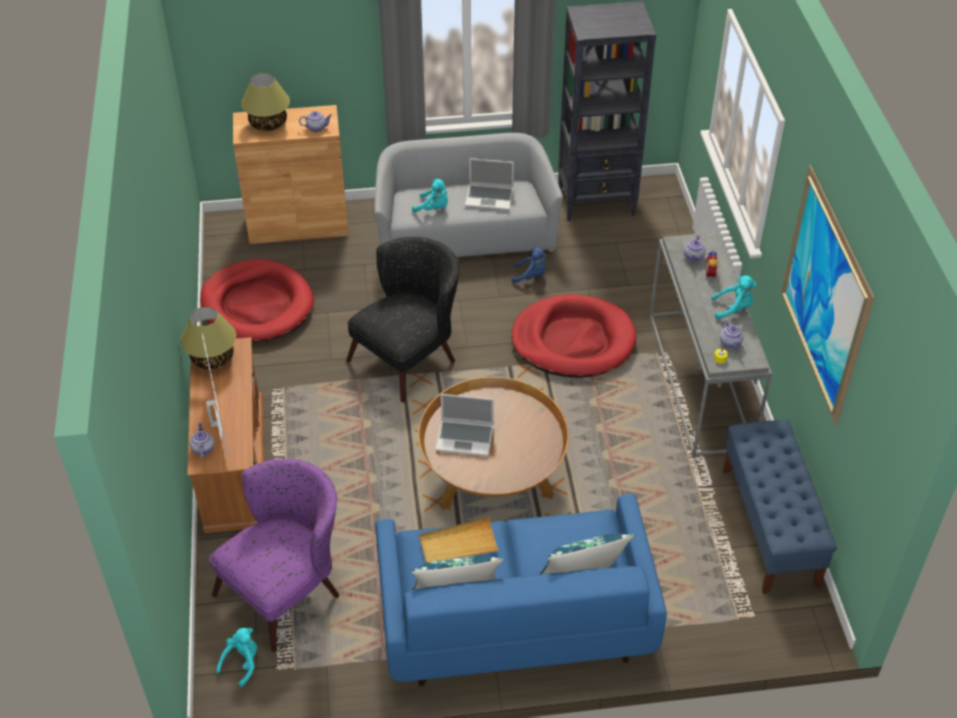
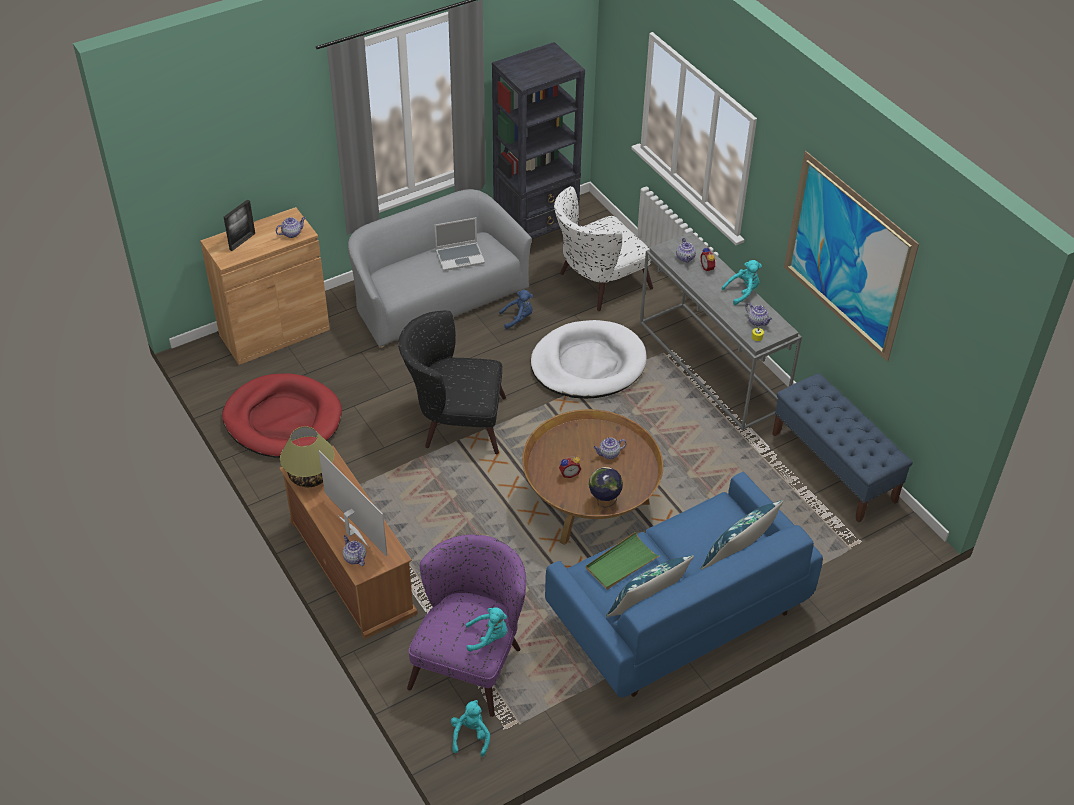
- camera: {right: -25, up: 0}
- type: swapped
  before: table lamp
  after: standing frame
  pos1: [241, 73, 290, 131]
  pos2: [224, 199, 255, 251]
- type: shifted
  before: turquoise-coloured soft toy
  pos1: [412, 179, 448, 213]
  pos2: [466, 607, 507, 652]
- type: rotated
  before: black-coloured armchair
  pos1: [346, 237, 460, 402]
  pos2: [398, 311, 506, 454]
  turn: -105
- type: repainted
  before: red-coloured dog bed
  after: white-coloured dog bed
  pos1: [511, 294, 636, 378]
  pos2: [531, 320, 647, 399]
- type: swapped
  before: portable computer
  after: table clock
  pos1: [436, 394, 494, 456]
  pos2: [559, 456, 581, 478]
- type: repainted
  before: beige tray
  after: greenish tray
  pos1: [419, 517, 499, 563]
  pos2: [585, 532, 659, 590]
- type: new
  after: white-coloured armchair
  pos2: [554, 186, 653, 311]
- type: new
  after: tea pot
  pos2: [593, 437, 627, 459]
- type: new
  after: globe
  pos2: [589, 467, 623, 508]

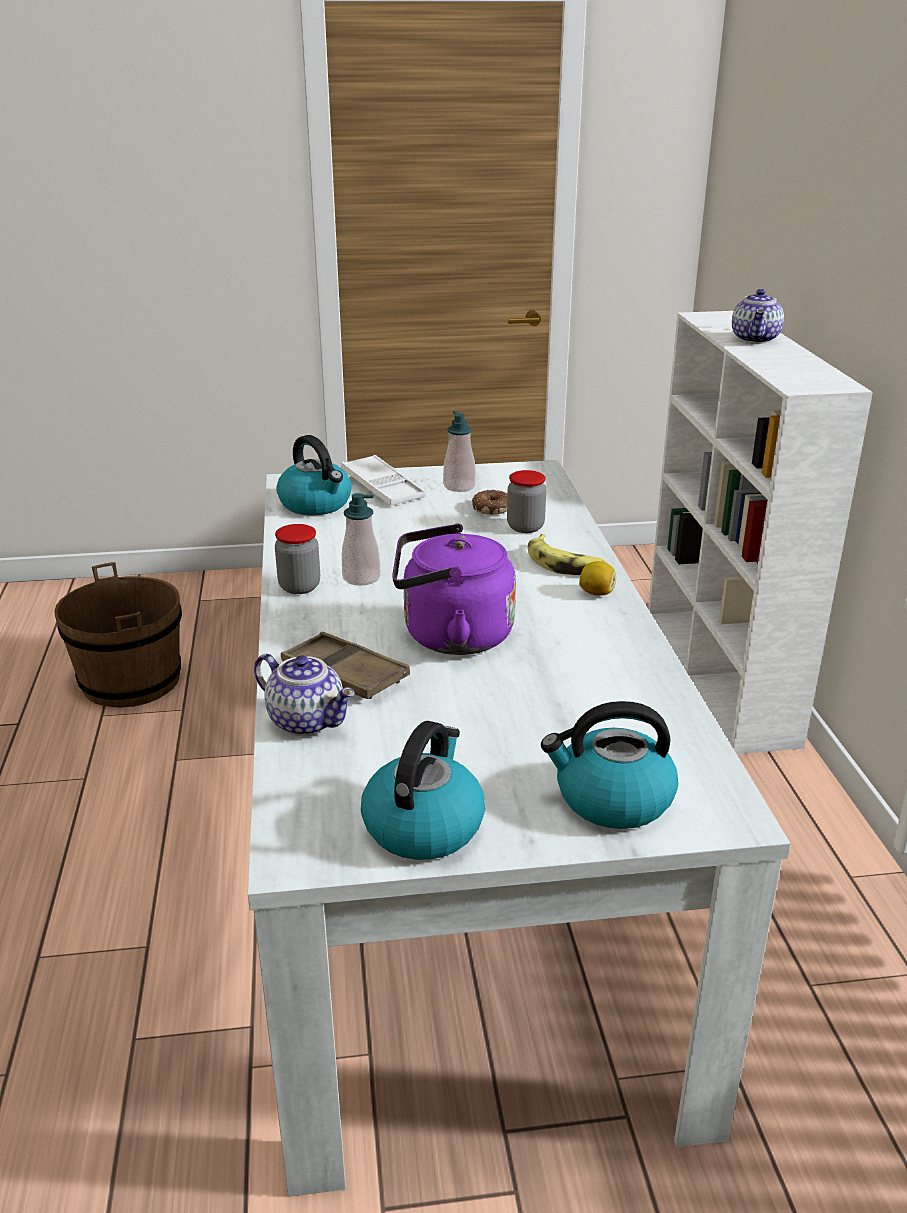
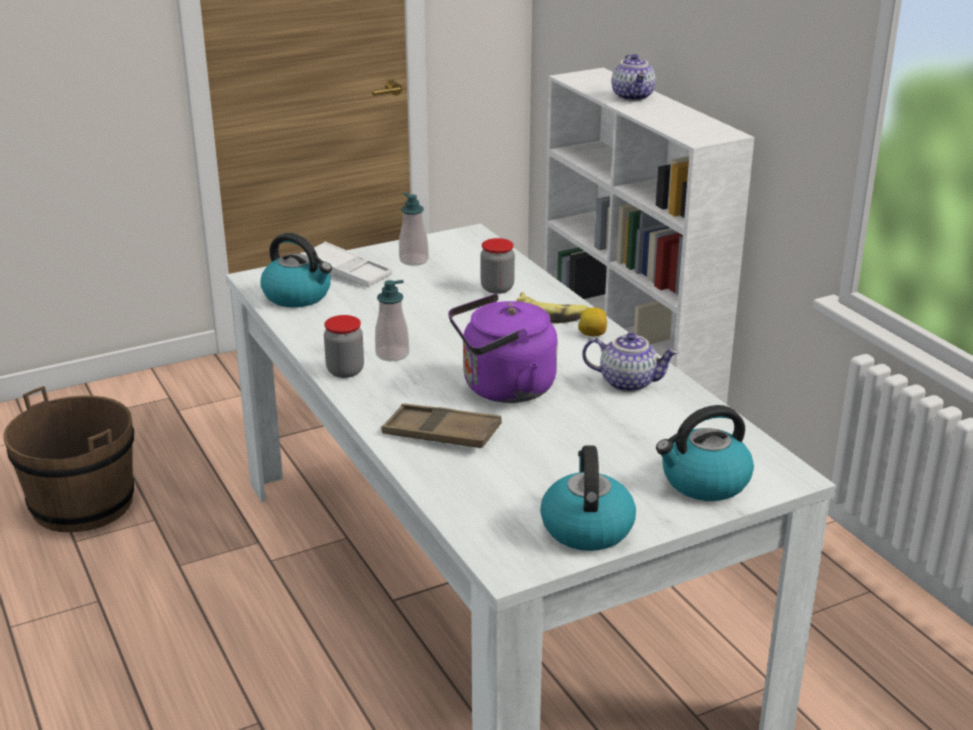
- camera: {right: -20, up: 0}
- type: gone
  before: ring doughnut
  pos1: [472, 490, 508, 515]
- type: shifted
  before: tea pot
  pos1: [254, 654, 355, 736]
  pos2: [582, 332, 679, 392]

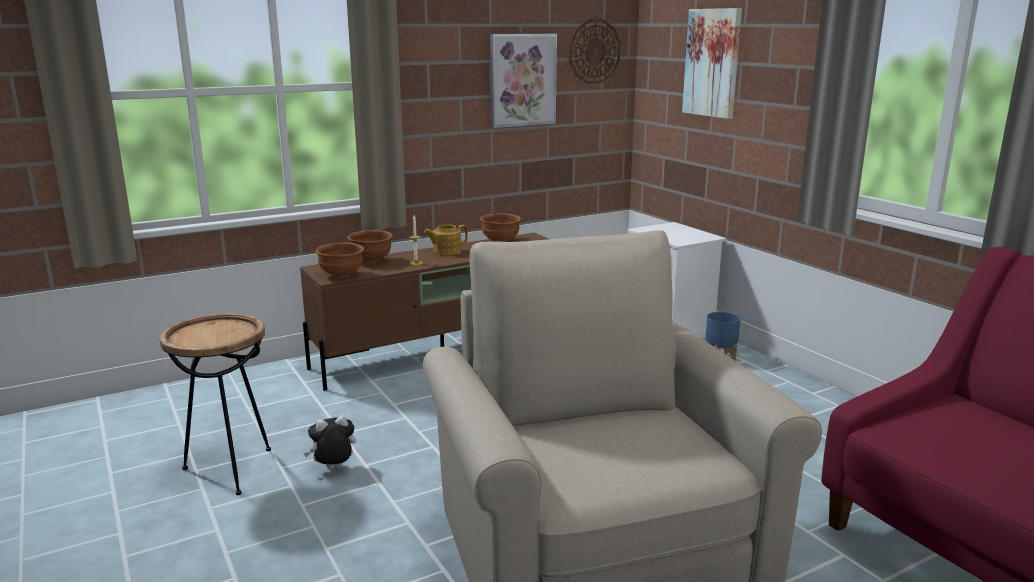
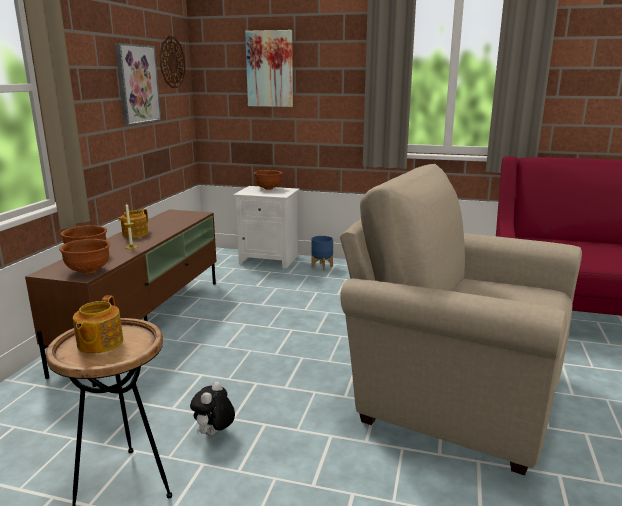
- camera: {right: -45, up: 0}
- type: shifted
  before: brownish deep dish
  pos1: [480, 213, 521, 242]
  pos2: [254, 170, 282, 190]
- type: new
  after: tea pot
  pos2: [73, 295, 123, 354]

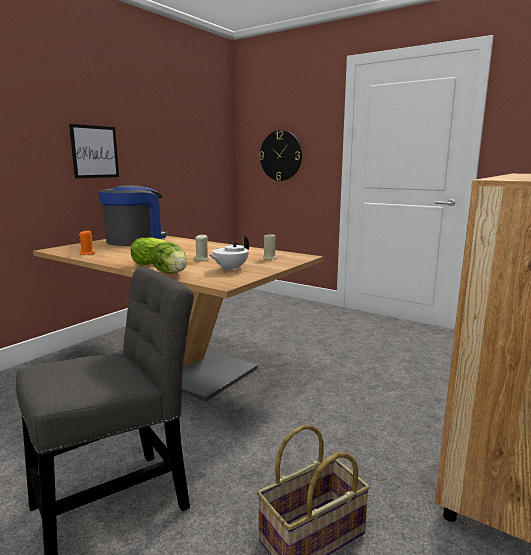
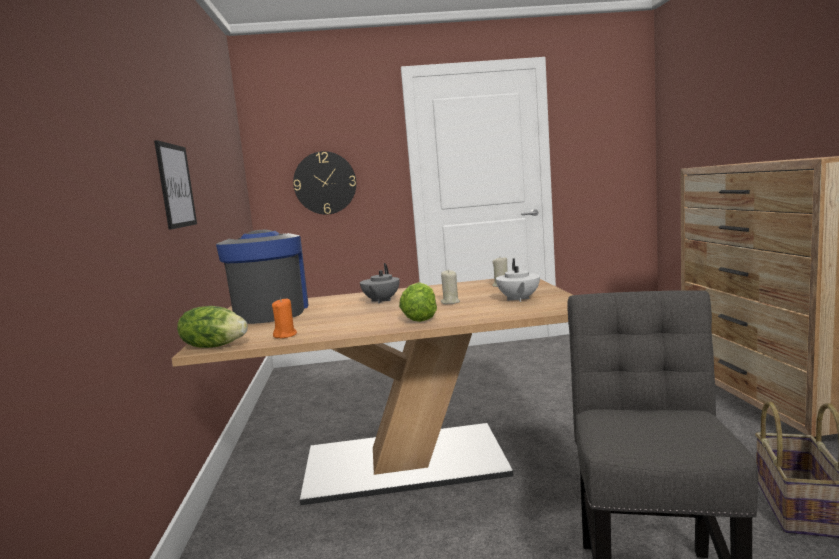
- camera: {right: -40, up: -5}
- type: shifted
  before: head of lettuce
  pos1: [151, 242, 187, 274]
  pos2: [177, 306, 248, 348]
- type: new
  after: greyish tea pot
  pos2: [360, 263, 400, 304]

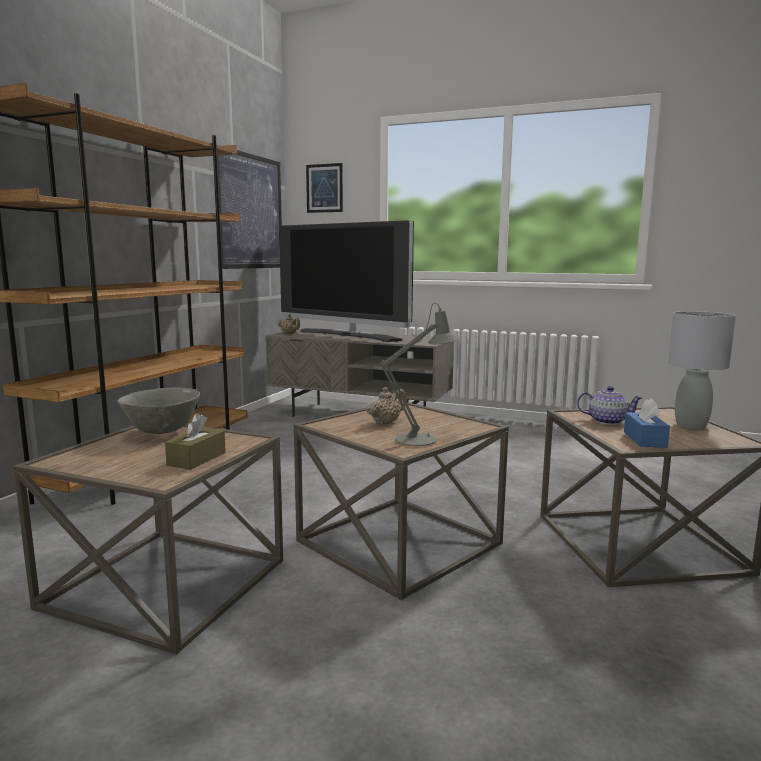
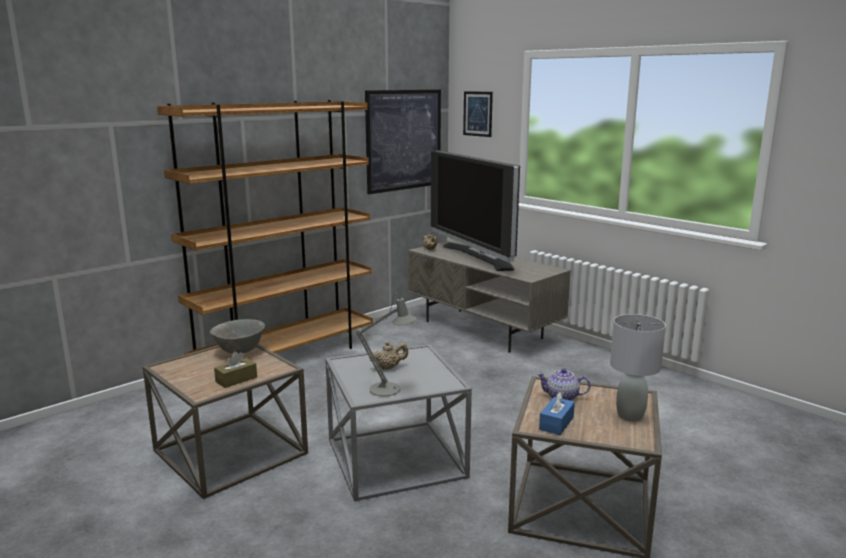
- camera: {right: 25, up: 5}
- type: rotated
  before: tea pot
  pos1: [577, 386, 643, 425]
  pos2: [537, 368, 590, 401]
  turn: 150
- type: repainted
  before: brownish side table
  after: greyish side table
  pos1: [294, 400, 509, 600]
  pos2: [325, 344, 472, 502]

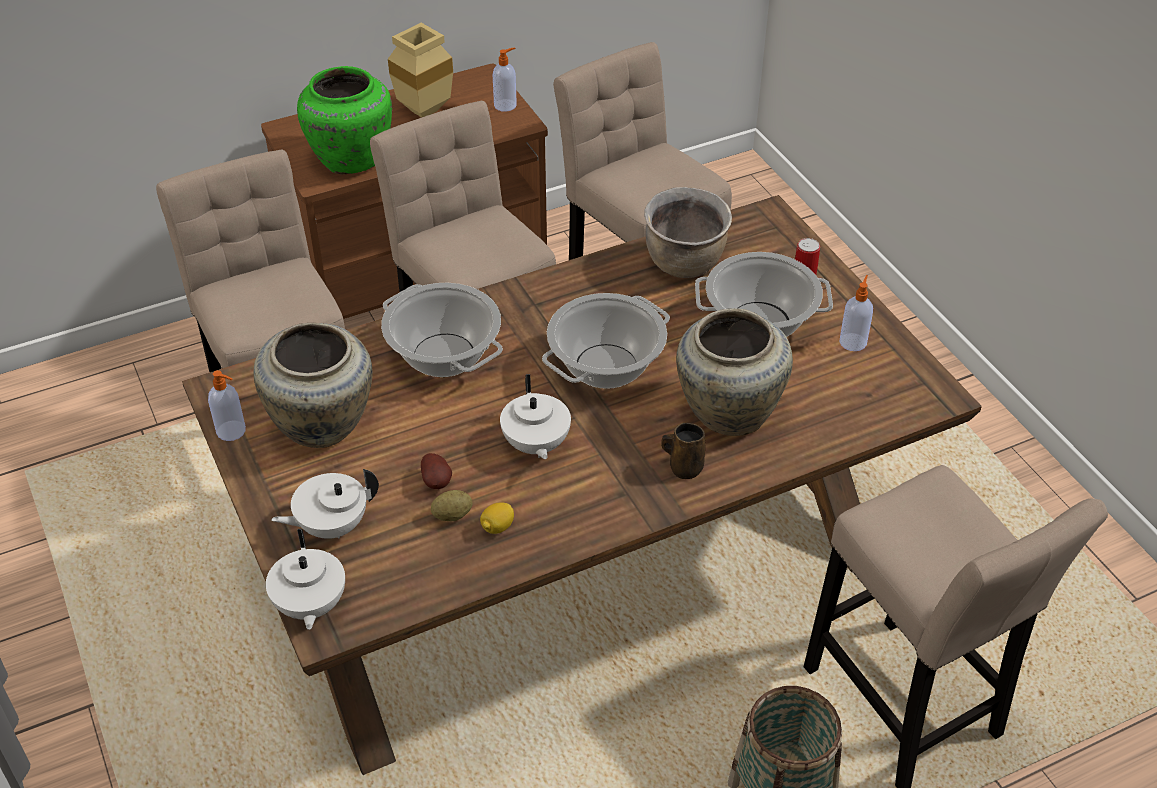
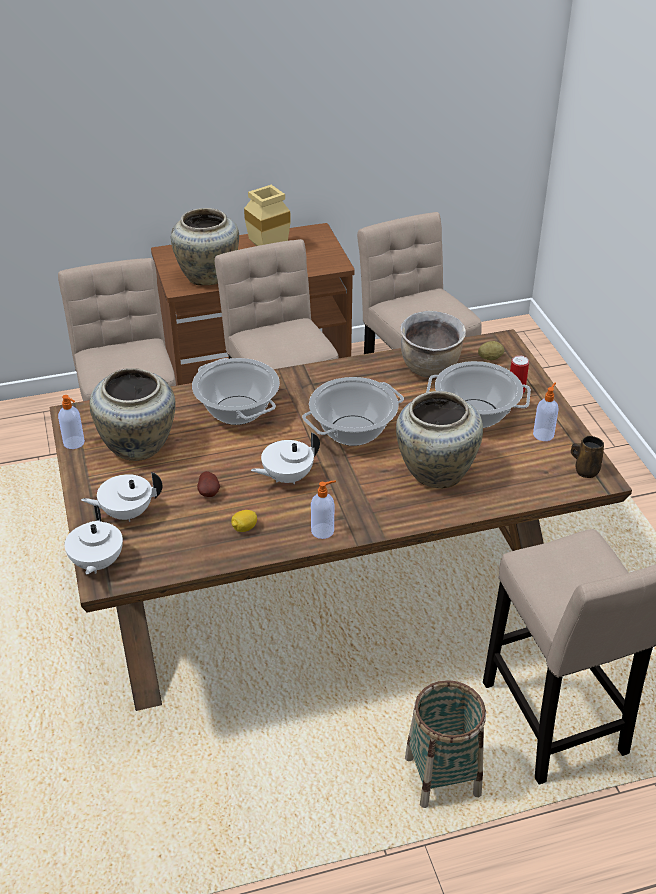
- camera: {right: 10, up: -5}
- type: shifted
  before: soap bottle
  pos1: [493, 47, 517, 112]
  pos2: [311, 480, 336, 539]
- type: repainted
  before: greenish decorative vase
  after: beige decorative vase
  pos1: [297, 66, 392, 175]
  pos2: [171, 208, 239, 286]
- type: rotated
  before: white-coloured tea pot
  pos1: [500, 374, 571, 459]
  pos2: [251, 432, 320, 484]
  turn: 60
- type: shifted
  before: brownish tea mug
  pos1: [661, 423, 705, 479]
  pos2: [571, 436, 604, 478]
- type: shifted
  before: spud
  pos1: [431, 490, 472, 521]
  pos2: [478, 341, 504, 360]

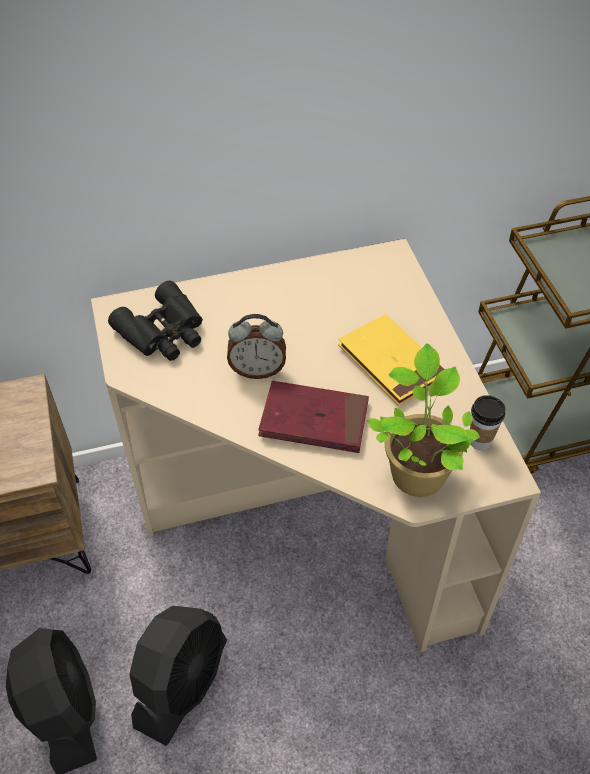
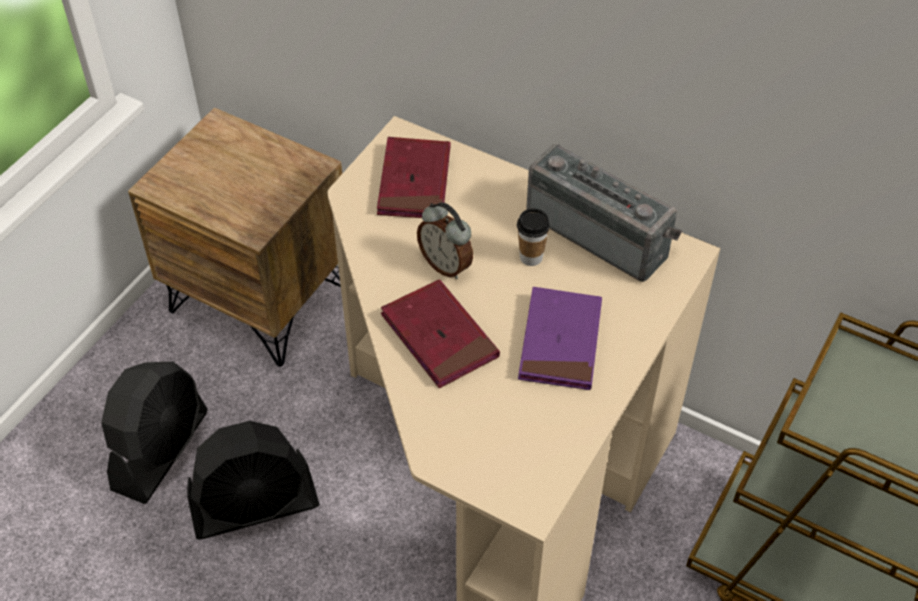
- camera: {right: 45, up: 0}
- type: swapped
  before: black-coloured field glasses
  after: red-coloured book
  pos1: [108, 281, 203, 361]
  pos2: [377, 137, 451, 218]
- type: repainted
  before: yellow-coloured book
  after: purple book
  pos1: [338, 314, 444, 406]
  pos2: [518, 287, 602, 390]
- type: gone
  before: houseplant
  pos1: [367, 343, 480, 497]
- type: shifted
  before: cup
  pos1: [470, 395, 505, 450]
  pos2: [517, 208, 550, 266]
- type: new
  after: radio receiver
  pos2: [526, 144, 682, 282]

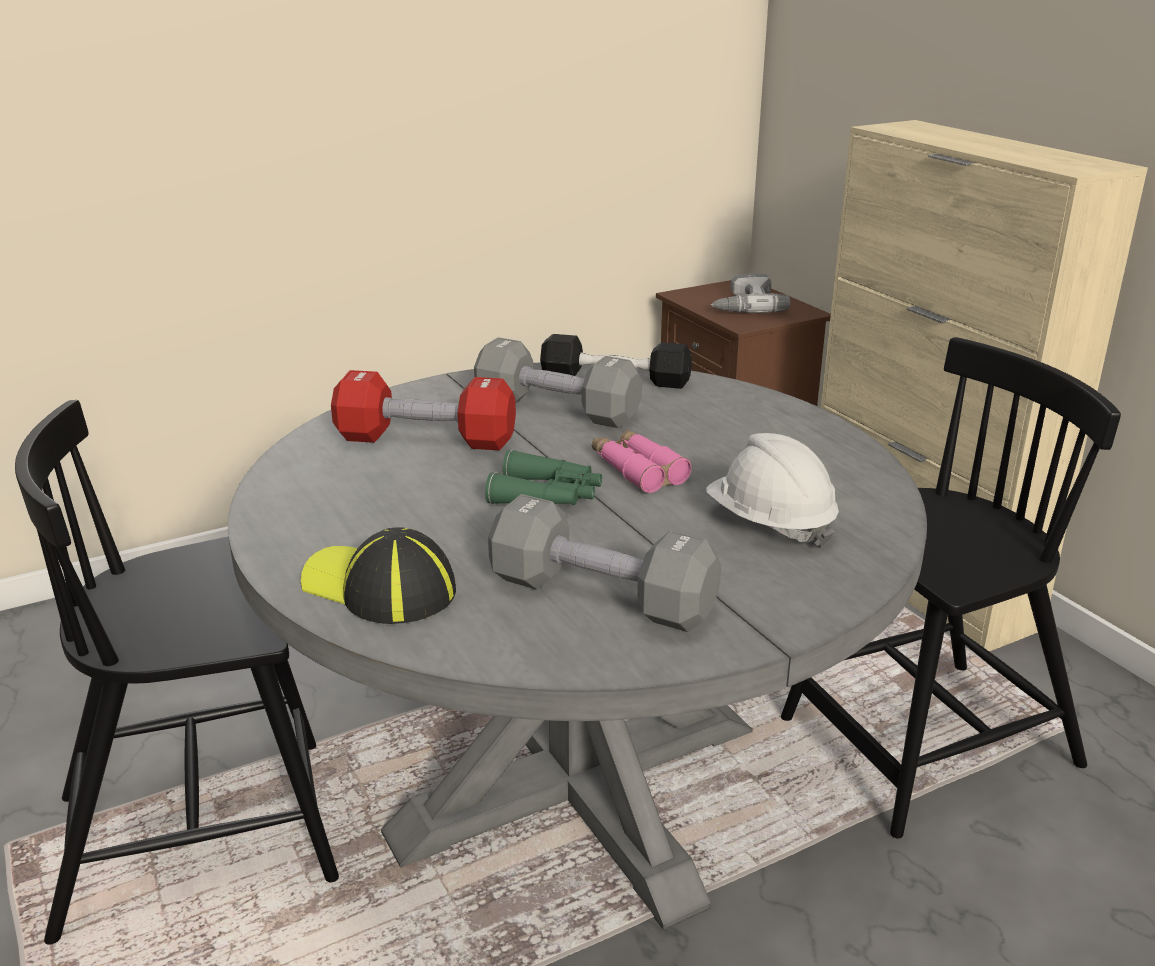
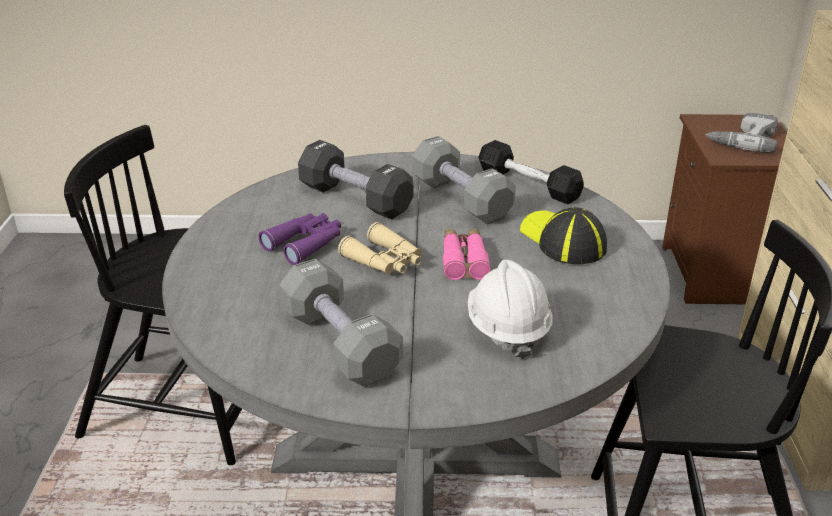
- camera: {right: 30, up: 5}
- type: repainted
  before: red-coloured free weight
  after: black-coloured free weight
  pos1: [331, 370, 516, 450]
  pos2: [298, 140, 413, 219]
- type: repainted
  before: greenish field glasses
  after: beige field glasses
  pos1: [485, 450, 602, 505]
  pos2: [338, 222, 422, 274]
- type: shifted
  before: cap
  pos1: [301, 527, 456, 624]
  pos2: [520, 207, 607, 264]
- type: new
  after: purple field glasses
  pos2: [258, 213, 341, 265]

